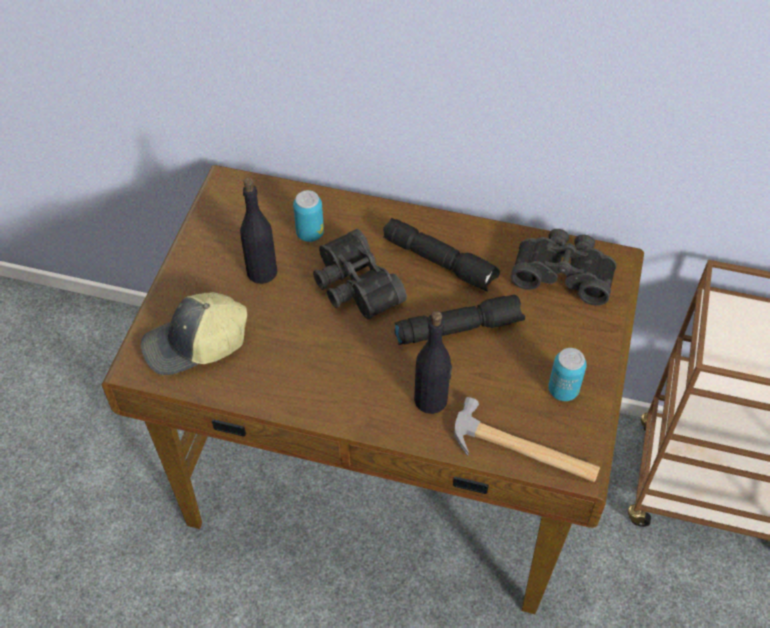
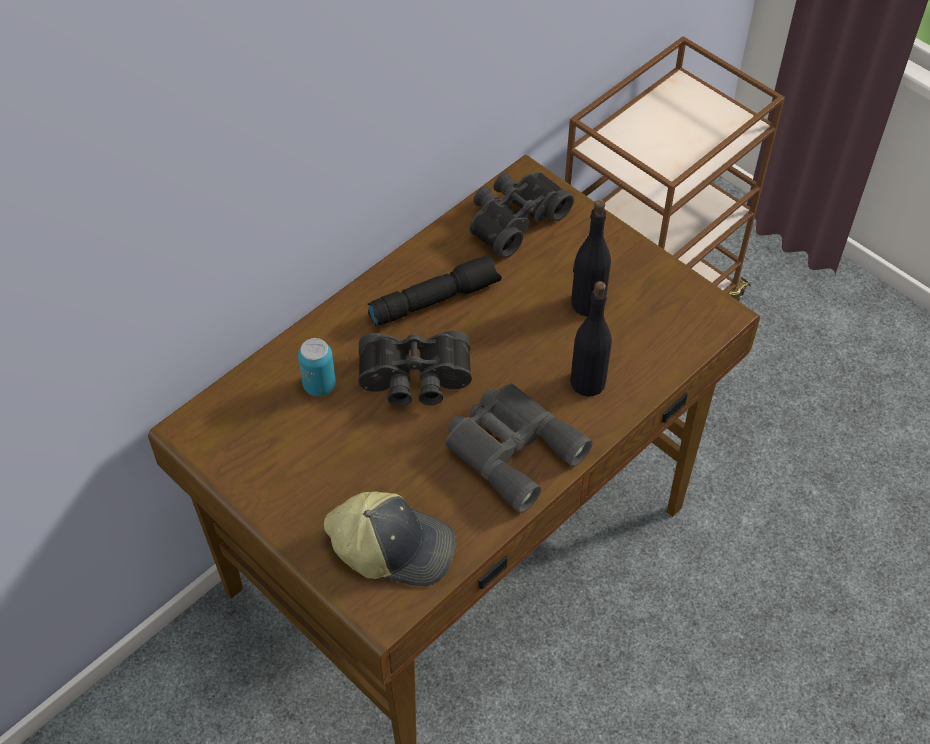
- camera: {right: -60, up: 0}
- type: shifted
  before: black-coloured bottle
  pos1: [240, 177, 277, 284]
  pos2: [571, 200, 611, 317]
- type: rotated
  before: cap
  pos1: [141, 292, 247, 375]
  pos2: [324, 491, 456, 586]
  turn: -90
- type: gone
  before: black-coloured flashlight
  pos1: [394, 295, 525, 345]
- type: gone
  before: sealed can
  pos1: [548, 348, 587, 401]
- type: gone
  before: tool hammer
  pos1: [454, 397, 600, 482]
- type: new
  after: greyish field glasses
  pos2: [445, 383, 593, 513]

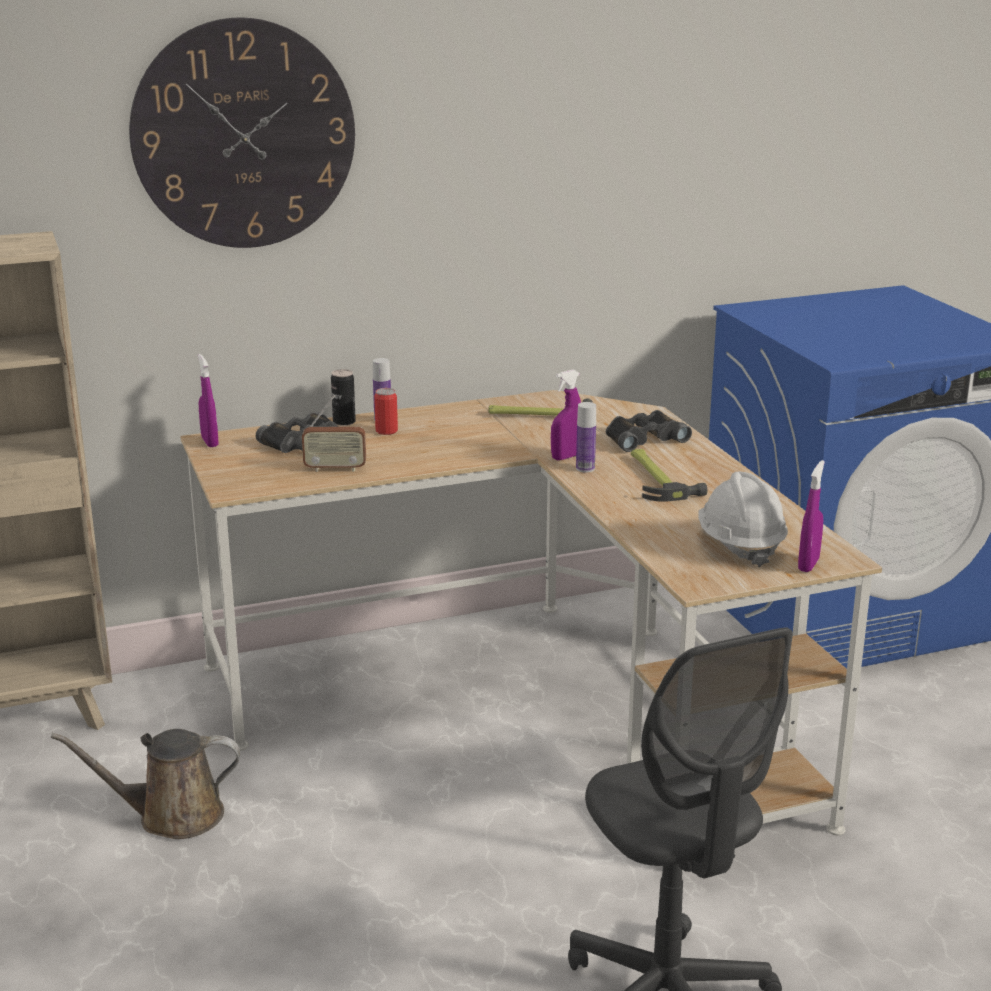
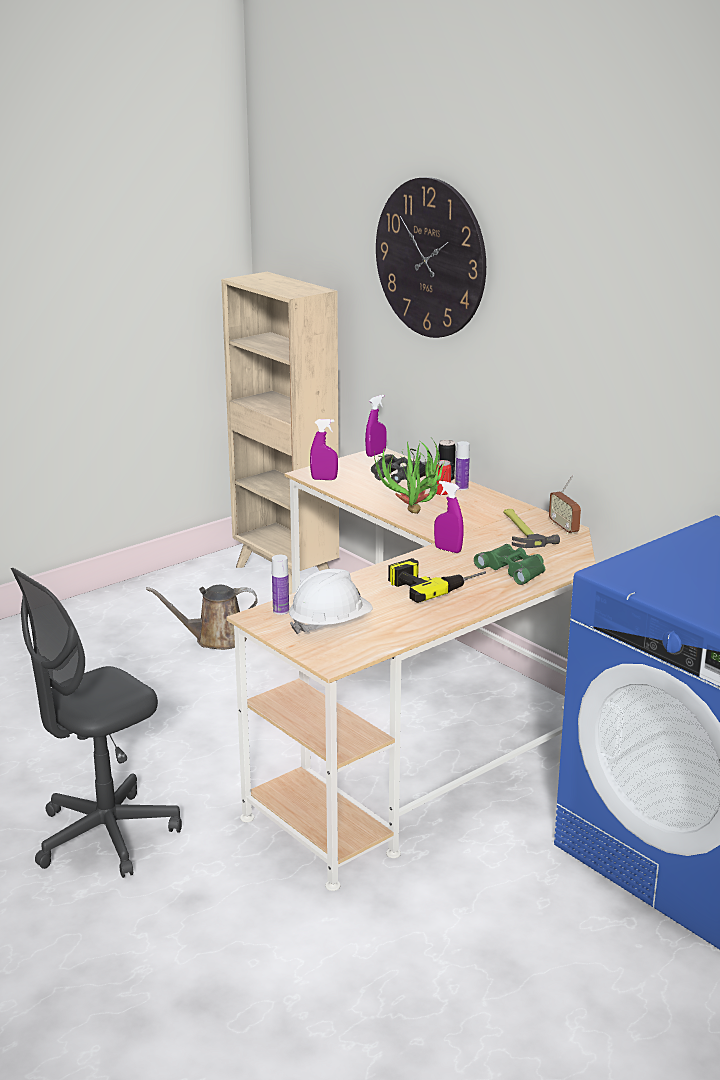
- camera: {right: 70, up: 0}
- type: shifted
  before: radio receiver
  pos1: [302, 395, 366, 472]
  pos2: [549, 475, 581, 535]
- type: shifted
  before: bottle
  pos1: [576, 402, 596, 473]
  pos2: [272, 555, 289, 615]
- type: repainted
  before: black-coloured field glasses
  after: greenish field glasses
  pos1: [606, 410, 692, 452]
  pos2: [474, 544, 545, 585]
- type: swapped
  before: tool hammer
  after: power drill
  pos1: [631, 449, 707, 502]
  pos2: [388, 558, 486, 603]
- type: shifted
  before: purple spray bottle
  pos1: [798, 460, 825, 572]
  pos2: [310, 419, 338, 480]
- type: rotated
  before: brownish watering can
  pos1: [51, 729, 240, 839]
  pos2: [146, 585, 258, 650]
  turn: -75
- type: new
  after: houseplant
  pos2: [374, 437, 448, 514]

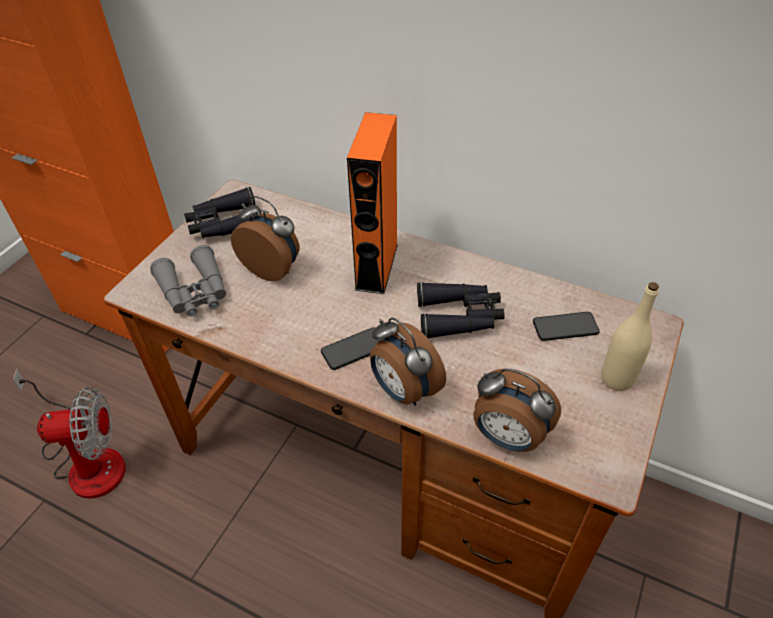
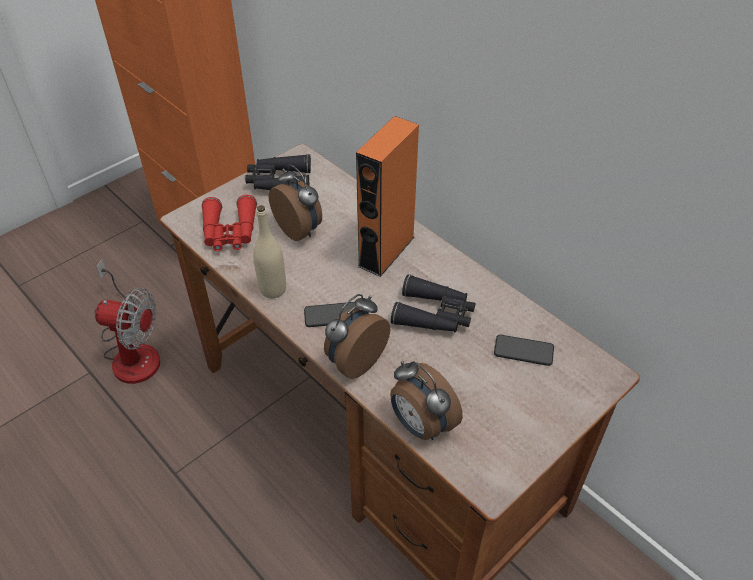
- camera: {right: 20, up: 0}
- type: repainted
  before: greyish field glasses
  after: red-coloured field glasses
  pos1: [150, 245, 226, 317]
  pos2: [201, 195, 257, 251]
- type: shifted
  before: beige bottle
  pos1: [601, 282, 659, 391]
  pos2: [253, 205, 286, 298]
- type: rotated
  before: table clock
  pos1: [370, 318, 446, 406]
  pos2: [324, 294, 390, 379]
  turn: 60

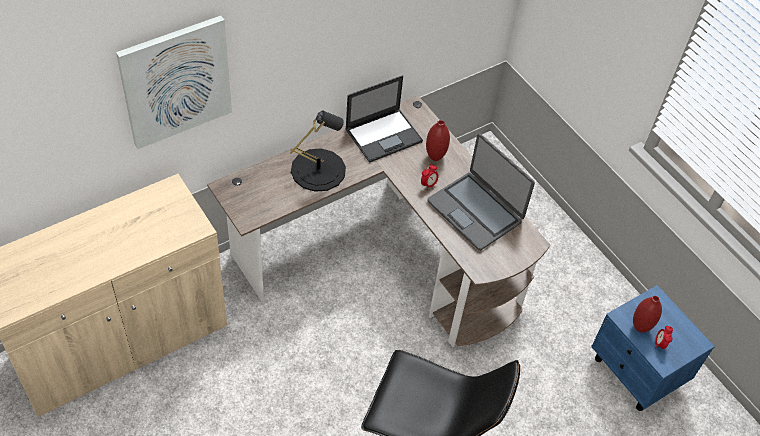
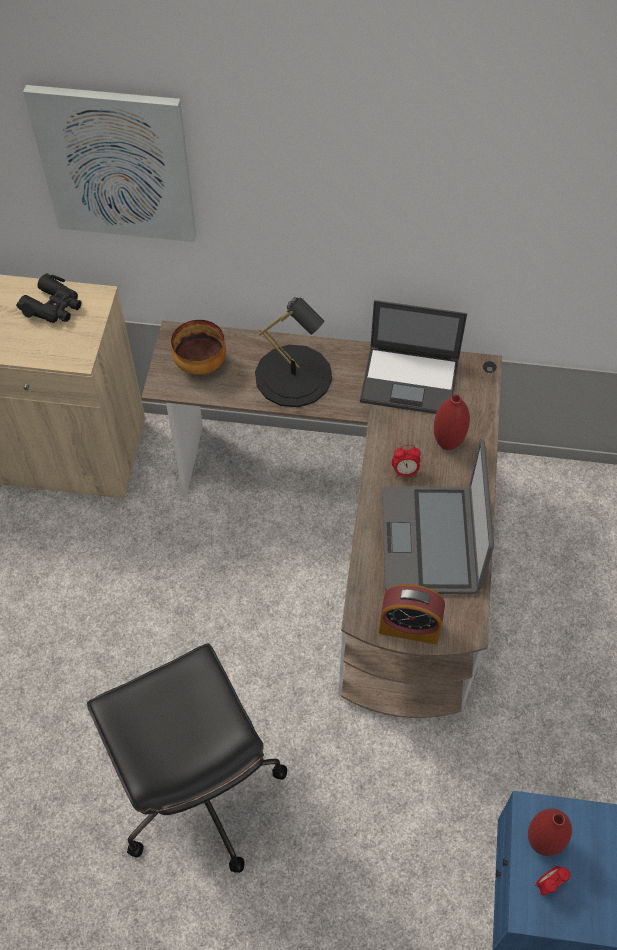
- camera: {right: 45, up: 5}
- type: new
  after: black-coloured field glasses
  pos2: [16, 273, 82, 323]
- type: new
  after: deep dish
  pos2: [171, 320, 226, 375]
- type: new
  after: table clock
  pos2: [379, 584, 445, 644]

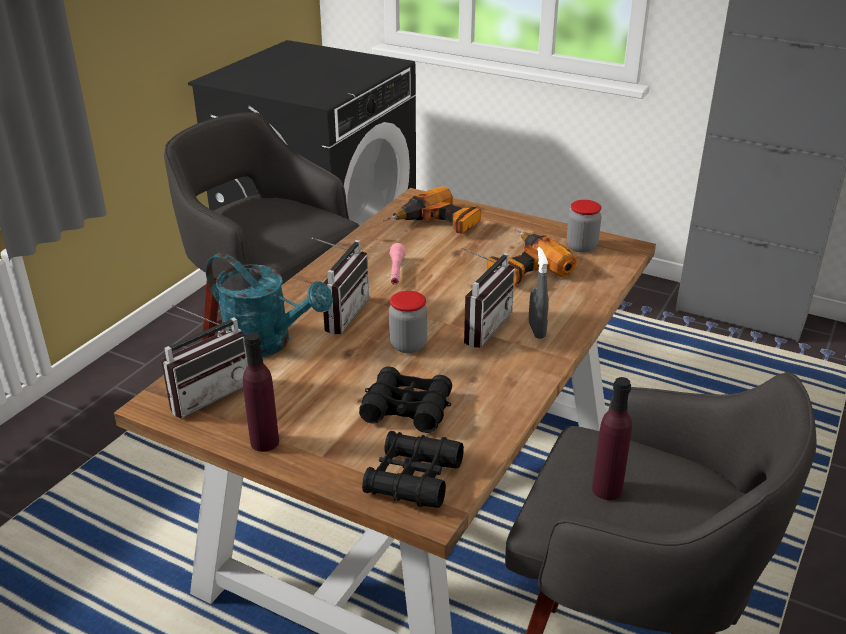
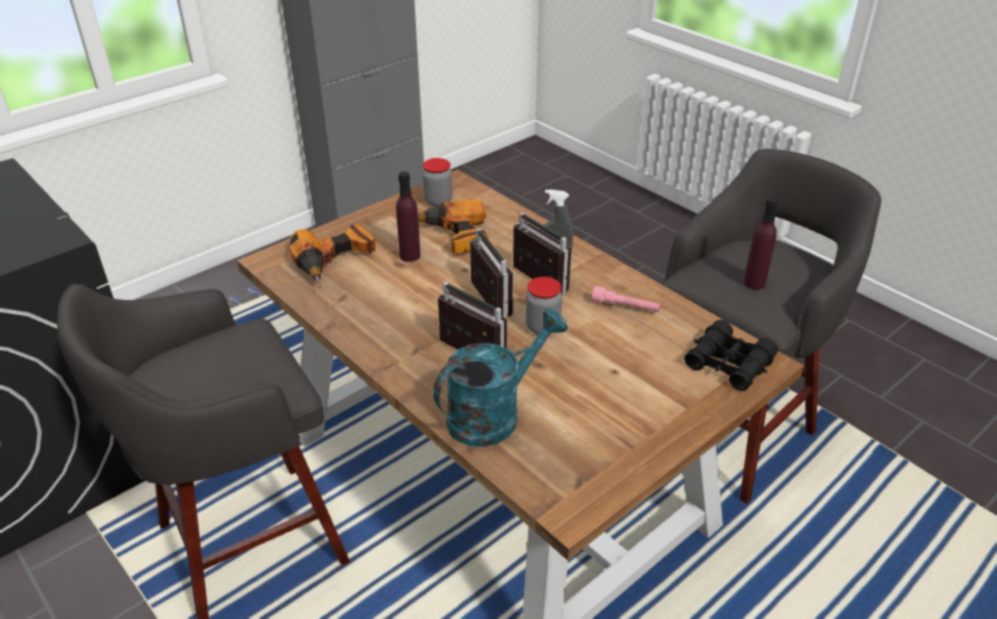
- camera: {right: -70, up: 5}
- type: shifted
  before: pink-coloured flashlight
  pos1: [390, 243, 405, 285]
  pos2: [592, 286, 660, 312]
- type: shifted
  before: radio receiver
  pos1: [161, 305, 248, 418]
  pos2: [466, 228, 514, 318]
- type: shifted
  before: purple bottle
  pos1: [243, 333, 279, 452]
  pos2: [396, 171, 420, 262]
- type: gone
  before: black-coloured field glasses
  pos1: [359, 366, 452, 433]

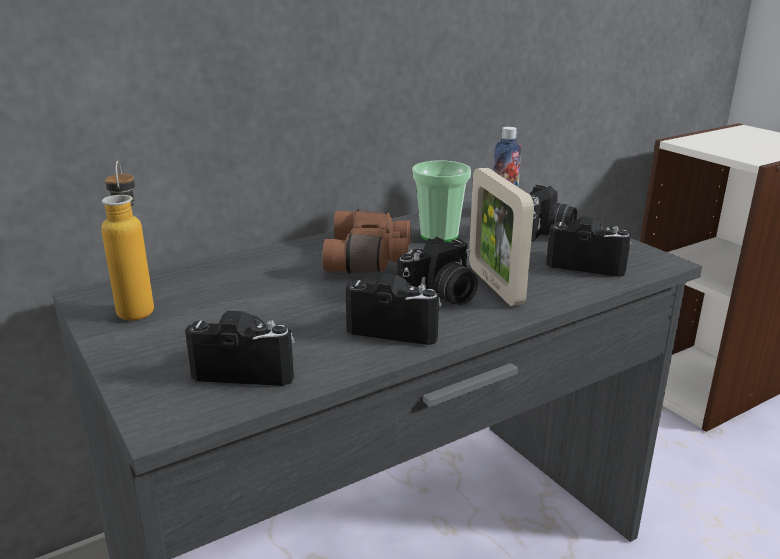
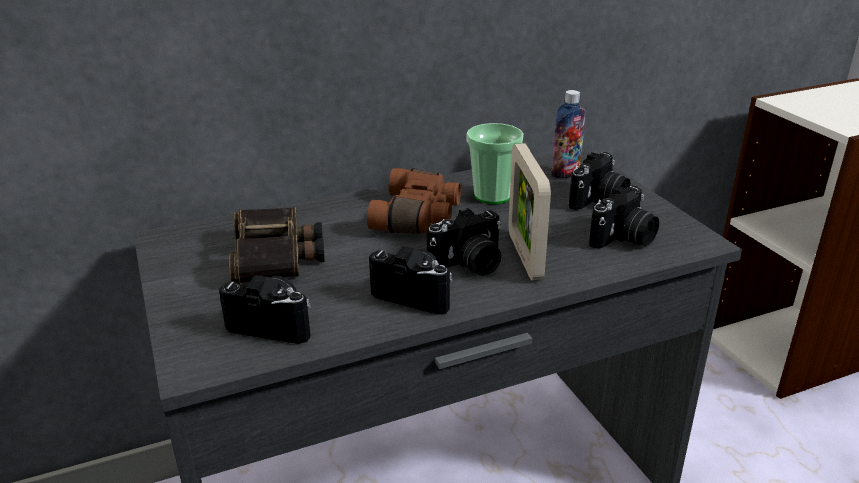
- camera: {right: 10, up: 5}
- type: gone
  before: bottle
  pos1: [101, 161, 154, 320]
- type: rotated
  before: still camera
  pos1: [546, 217, 631, 277]
  pos2: [589, 186, 659, 249]
  turn: 105
- type: new
  after: field glasses
  pos2: [229, 207, 324, 284]

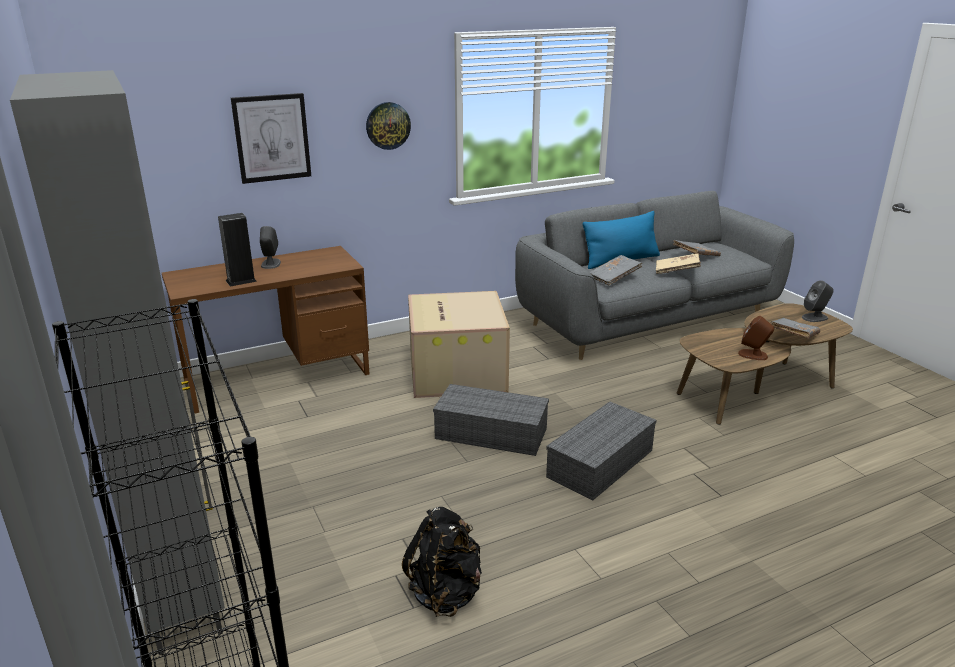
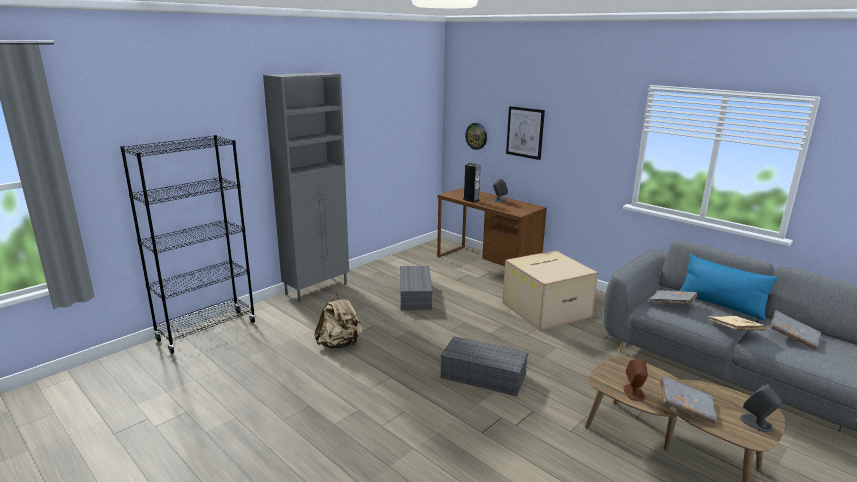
- camera: {right: 70, up: -5}
- type: shifted
  before: hanging clock
  pos1: [366, 102, 411, 150]
  pos2: [465, 123, 487, 150]
- type: shifted
  before: greyish storage bin
  pos1: [433, 384, 549, 456]
  pos2: [400, 266, 433, 310]
- type: repainted
  before: black-coloured knapsack
  after: beige knapsack
  pos1: [402, 507, 482, 617]
  pos2: [315, 293, 363, 349]

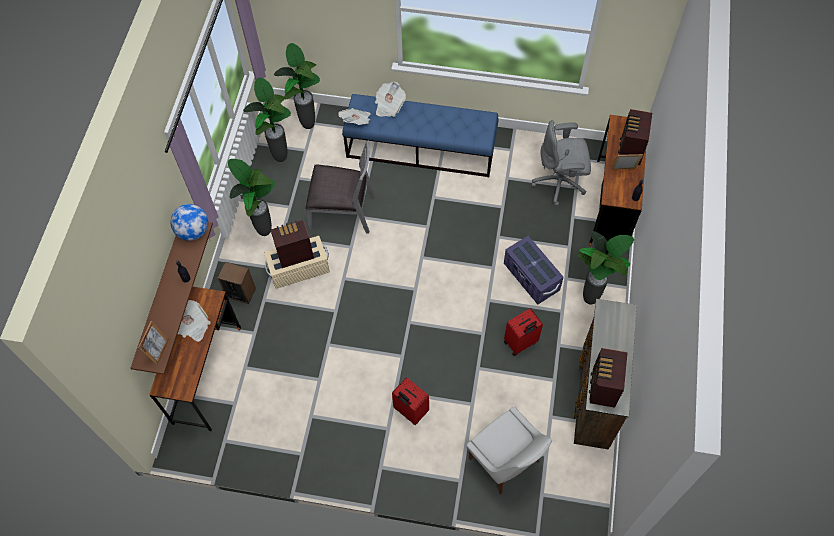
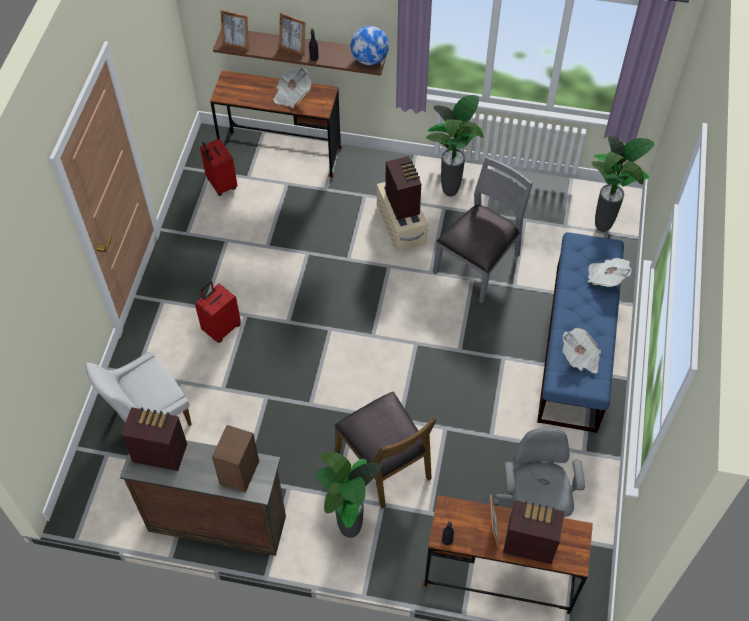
- camera: {right: 90, up: -5}
- type: gone
  before: houseplant
  pos1: [243, 77, 291, 162]
- type: shifted
  before: daily paper
  pos1: [338, 108, 371, 125]
  pos2: [562, 328, 601, 373]
- type: rotated
  before: greyish chair
  pos1: [305, 141, 375, 234]
  pos2: [433, 156, 533, 303]
  turn: -150
- type: swapped
  before: purple storage bin
  after: brownish chair
  pos1: [504, 236, 564, 304]
  pos2: [334, 392, 437, 509]
- type: shifted
  before: loudspeaker
  pos1: [218, 262, 256, 304]
  pos2: [212, 425, 259, 493]
- type: shifted
  before: red-coloured travel case
  pos1: [504, 308, 543, 356]
  pos2: [200, 139, 237, 196]
- type: new
  after: standing frame
  pos2: [279, 13, 306, 56]

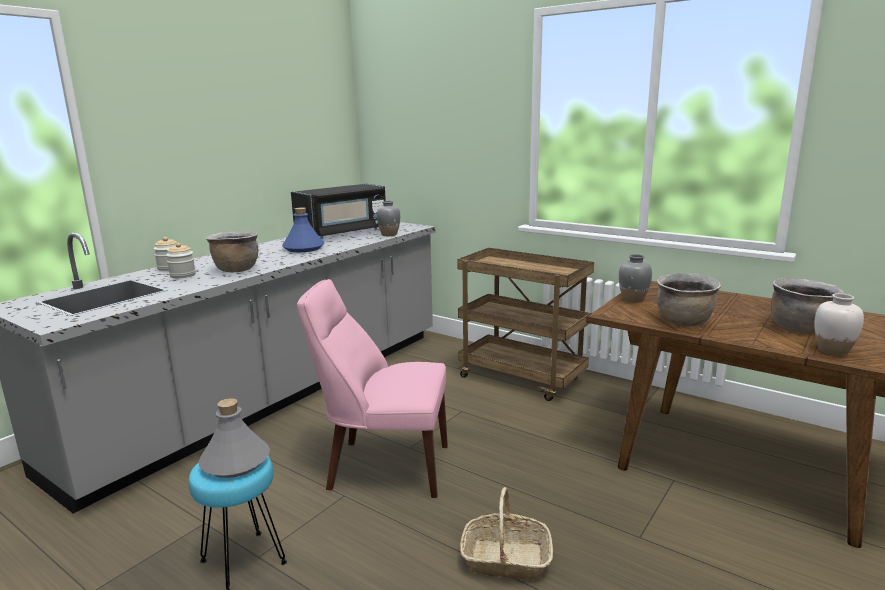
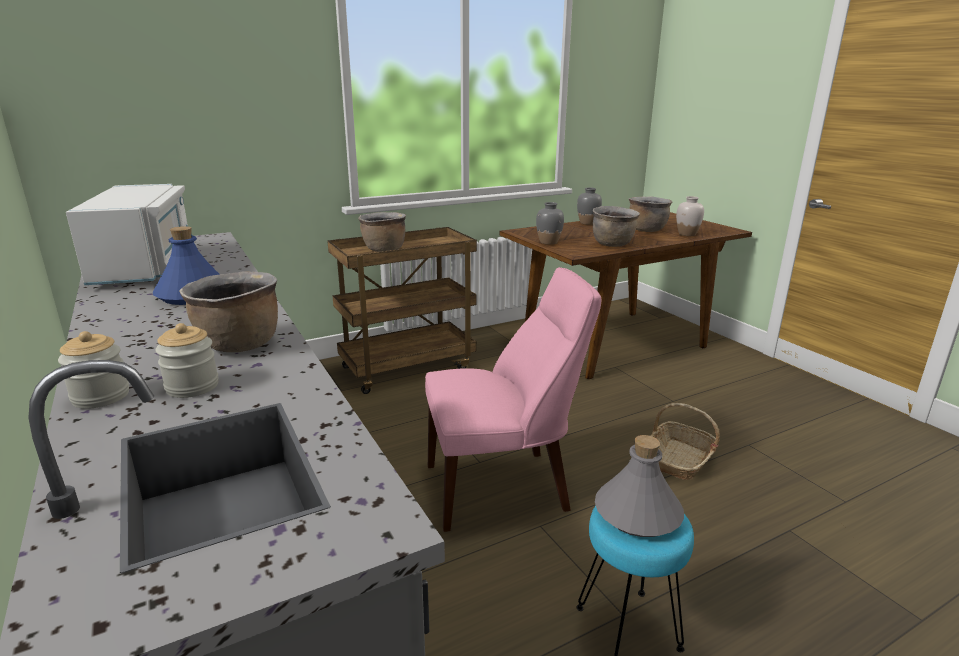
- camera: {right: -65, up: 5}
- type: repainted
  before: black-coloured kitchen microwave
  after: white-coloured kitchen microwave
  pos1: [291, 184, 386, 239]
  pos2: [66, 184, 192, 285]
- type: shifted
  before: greyish decorative vase
  pos1: [377, 201, 400, 236]
  pos2: [577, 188, 602, 225]
- type: rotated
  before: pink-coloured chair
  pos1: [297, 279, 448, 498]
  pos2: [425, 267, 601, 532]
  turn: -135
- type: new
  after: brownish saucepot
  pos2: [358, 212, 406, 252]

